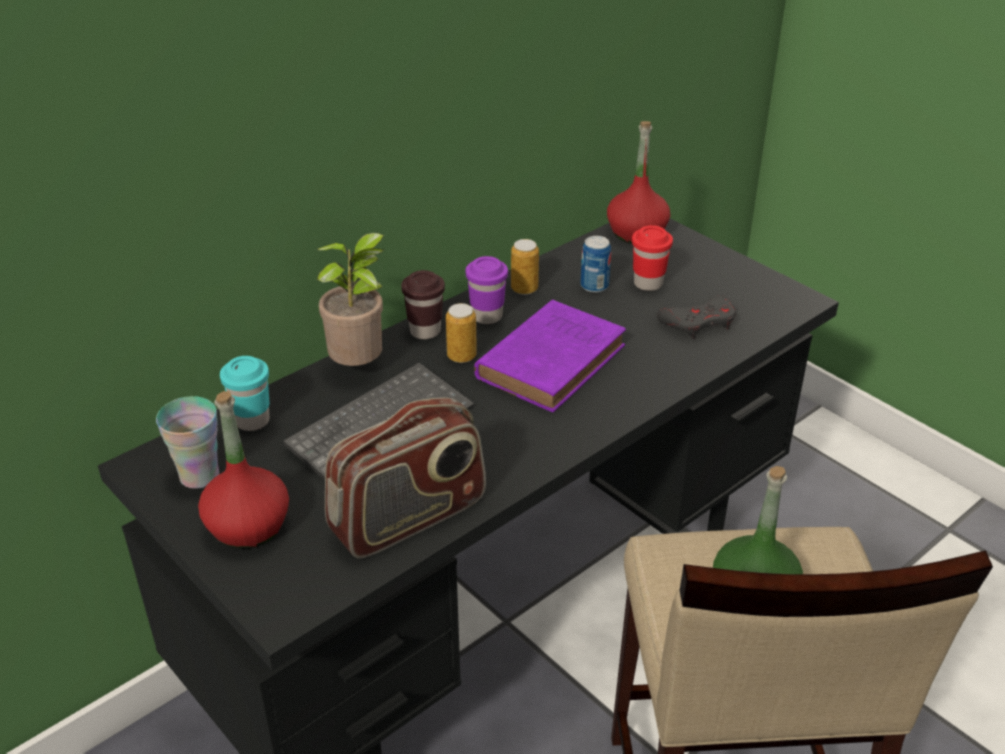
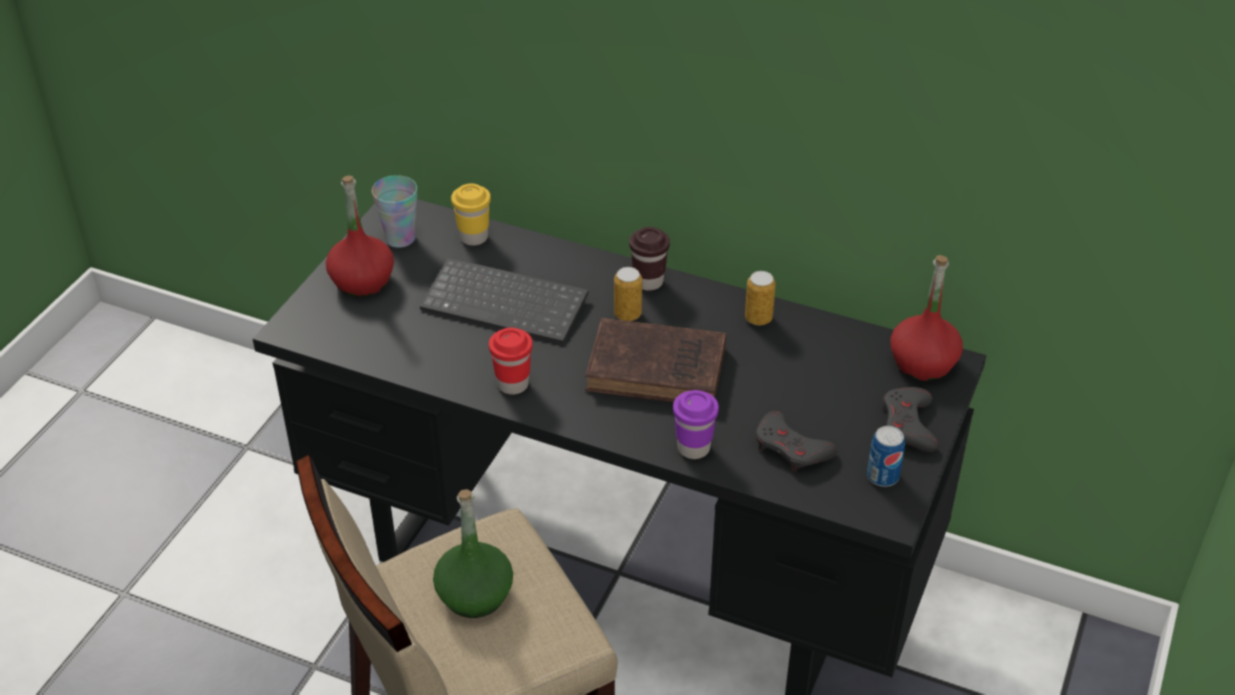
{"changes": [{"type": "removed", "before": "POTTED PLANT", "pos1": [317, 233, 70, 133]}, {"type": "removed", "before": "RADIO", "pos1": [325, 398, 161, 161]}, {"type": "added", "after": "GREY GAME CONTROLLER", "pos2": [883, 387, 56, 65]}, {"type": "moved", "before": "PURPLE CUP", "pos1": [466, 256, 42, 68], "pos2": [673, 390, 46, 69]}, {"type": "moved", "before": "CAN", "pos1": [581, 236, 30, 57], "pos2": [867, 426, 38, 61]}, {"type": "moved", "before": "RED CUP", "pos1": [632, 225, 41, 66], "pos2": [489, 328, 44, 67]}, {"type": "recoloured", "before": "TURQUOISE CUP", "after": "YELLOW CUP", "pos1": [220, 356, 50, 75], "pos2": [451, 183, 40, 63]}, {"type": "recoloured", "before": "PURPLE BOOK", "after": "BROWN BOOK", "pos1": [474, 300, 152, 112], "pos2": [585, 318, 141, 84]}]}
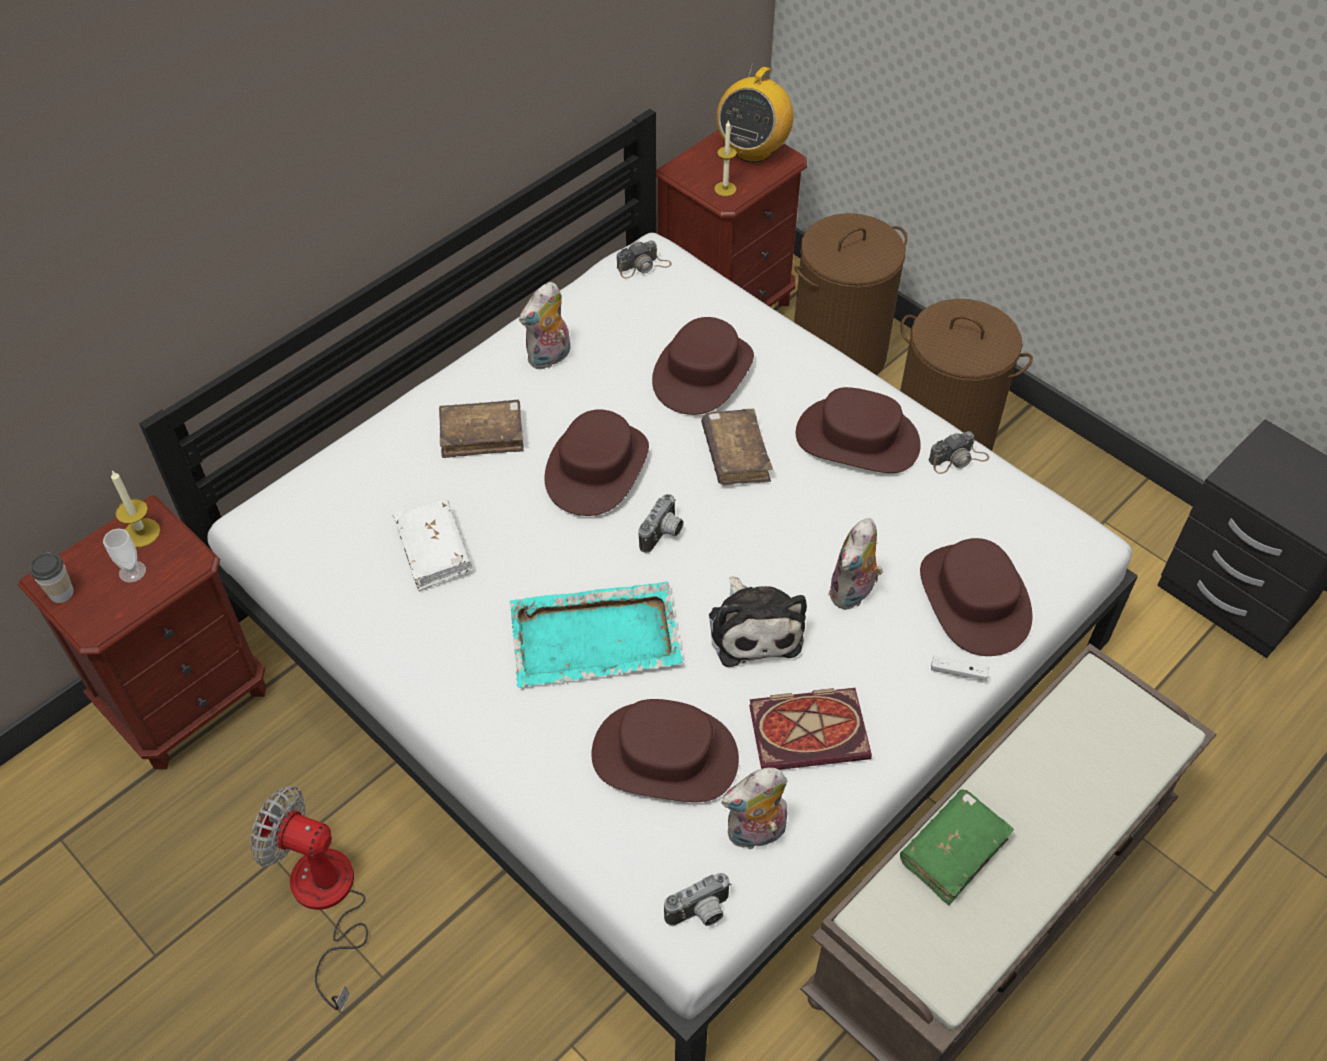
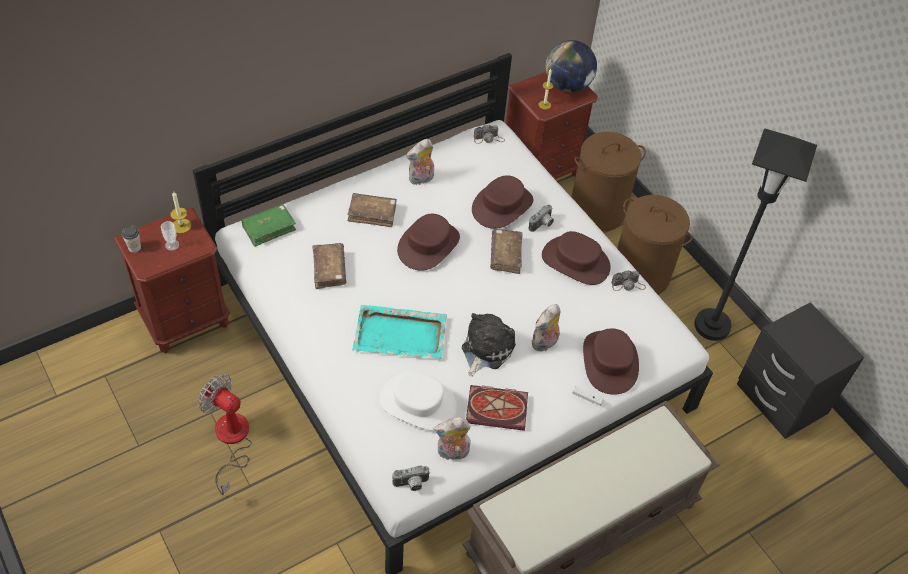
{"changes": [{"type": "added", "after": "BLACK FLOOR LAMP", "pos2": [695, 128, 122, 213]}, {"type": "moved", "before": "PHOTO CAMERA", "pos1": [638, 494, 45, 59], "pos2": [529, 204, 25, 28]}, {"type": "moved", "before": "GREEN BOOK", "pos1": [900, 789, 114, 116], "pos2": [242, 204, 54, 43]}, {"type": "replaced", "before": "RADIO", "after": "GLOBE", "pos1": [717, 63, 77, 100], "pos2": [546, 40, 51, 52]}, {"type": "recoloured", "before": "WHITE BOOK", "after": "BROWN BOOK", "pos1": [393, 498, 79, 93], "pos2": [312, 243, 34, 46]}, {"type": "recoloured", "before": "BROWN HAT", "after": "WHITE HAT", "pos1": [591, 699, 148, 103], "pos2": [379, 371, 78, 60]}, {"type": "turned", "before": "PLUSH TOY", "pos1": [709, 576, 98, 91], "pos2": [462, 313, 54, 64], "turn": -150}]}
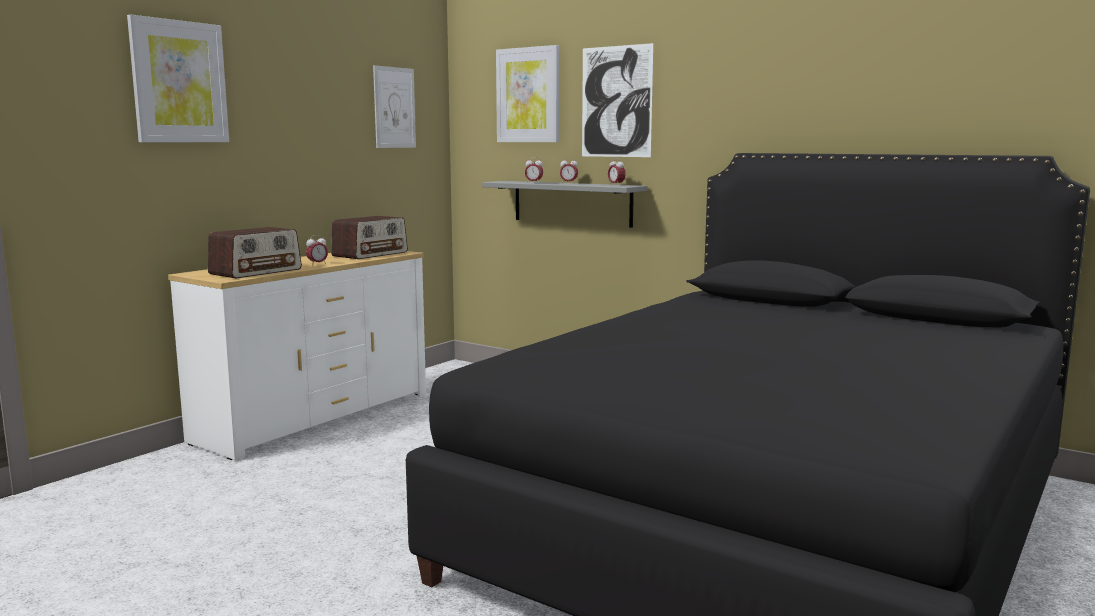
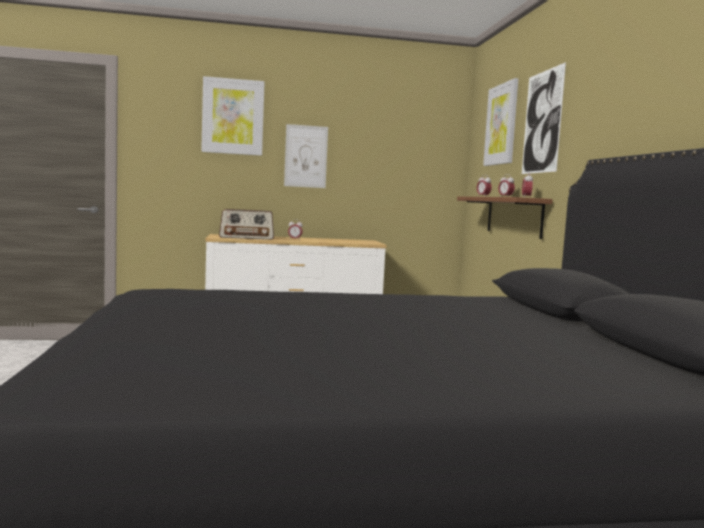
{"changes": [{"type": "removed", "before": "RADIO", "pos1": [331, 216, 77, 43]}, {"type": "moved", "before": "PICTURE", "pos1": [373, 65, 43, 83], "pos2": [284, 124, 44, 64]}, {"type": "recoloured", "before": "GREY SHELF", "after": "BROWN SHELF", "pos1": [482, 181, 165, 47], "pos2": [457, 197, 96, 42]}]}
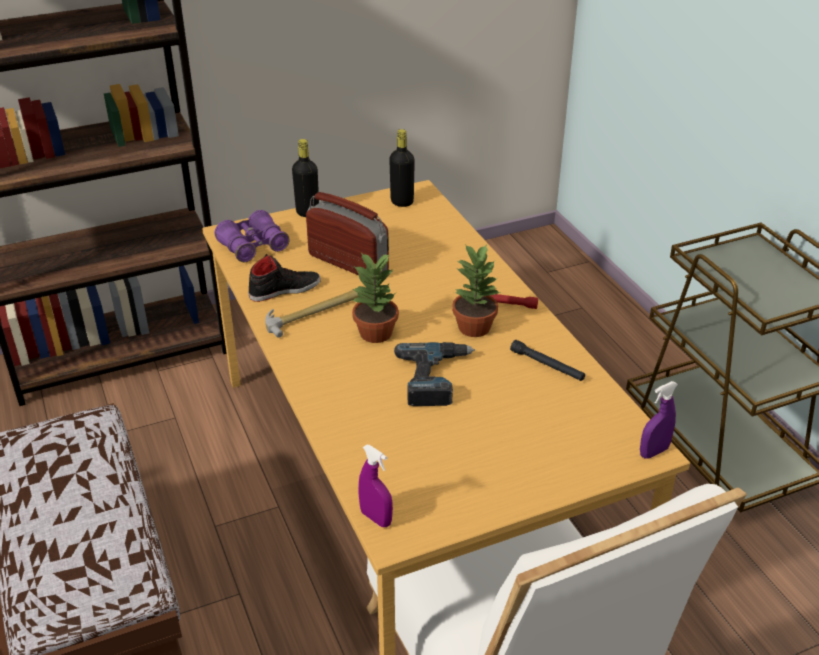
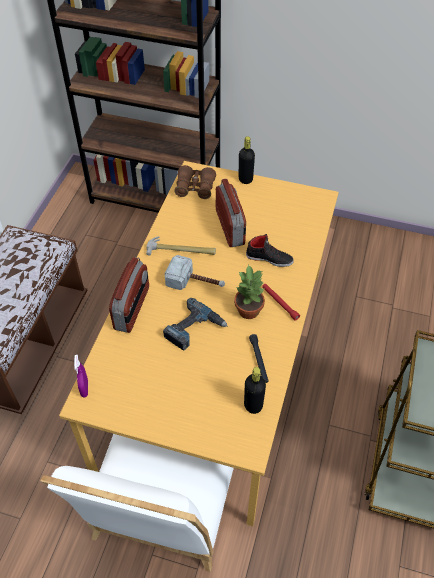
{"changes": [{"type": "removed", "before": "PURPLE SPRAY BOTTLE", "pos1": [640, 381, 38, 78]}, {"type": "added", "after": "RADIO", "pos2": [109, 257, 40, 76]}, {"type": "moved", "before": "BLACK SHOE", "pos1": [248, 254, 73, 48], "pos2": [246, 234, 47, 33]}, {"type": "moved", "before": "BLACK BOTTLE", "pos1": [389, 129, 26, 78], "pos2": [244, 367, 22, 47]}, {"type": "replaced", "before": "POTTED PLANT", "after": "HAMMER", "pos1": [351, 252, 48, 91], "pos2": [164, 255, 61, 35]}, {"type": "recoloured", "before": "PURPLE BINOCULARS", "after": "BROWN BINOCULARS", "pos1": [215, 210, 75, 52], "pos2": [174, 165, 42, 34]}]}
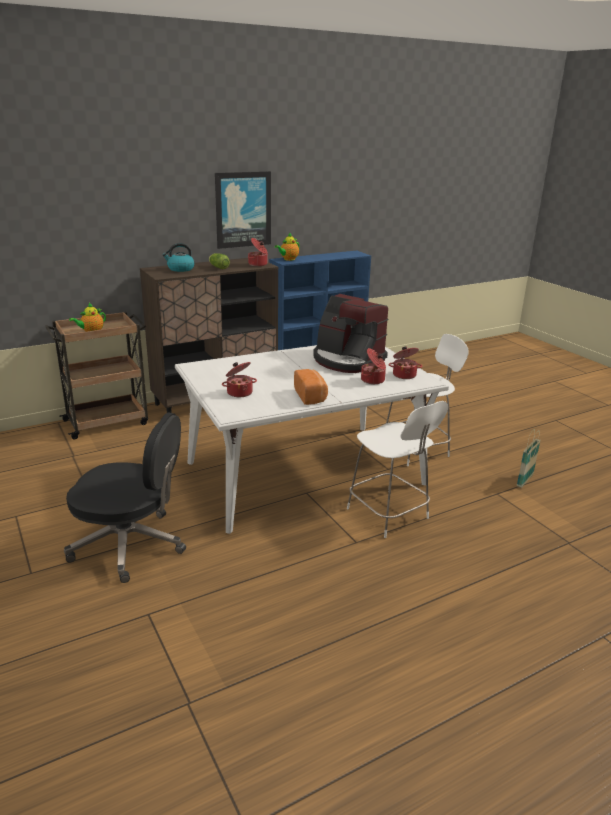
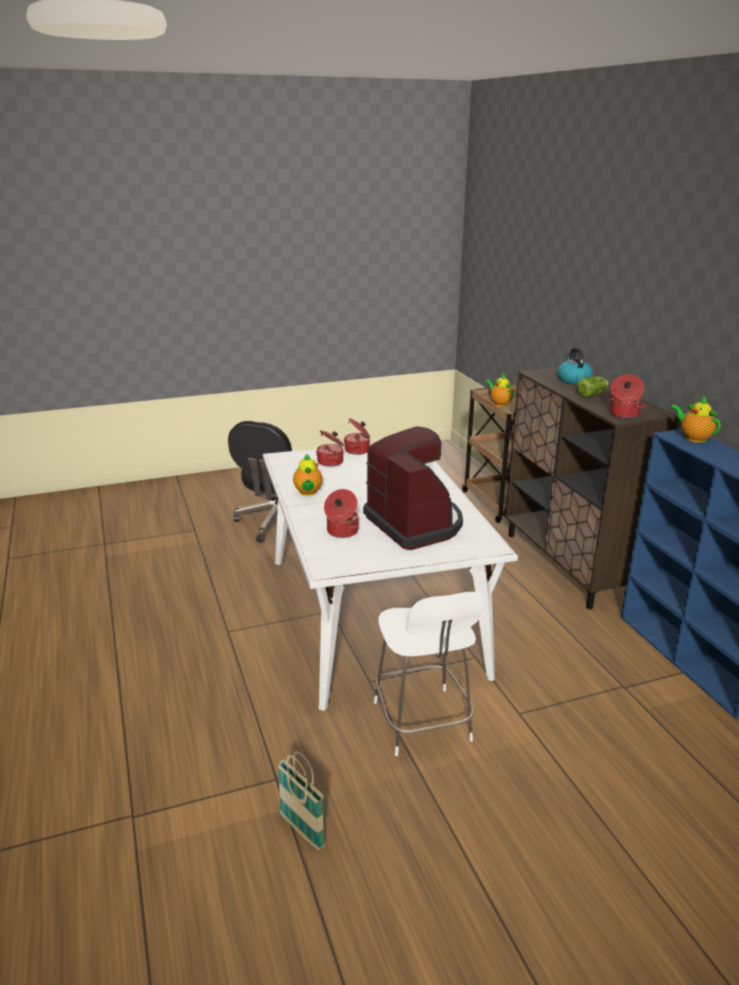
{"changes": [{"type": "removed", "before": "PICTURE", "pos1": [215, 171, 56, 78]}, {"type": "removed", "before": "WHITE CHAIR", "pos1": [347, 401, 101, 137]}, {"type": "moved", "before": "COOKING POT", "pos1": [389, 347, 33, 32], "pos2": [344, 418, 26, 37]}, {"type": "replaced", "before": "BREAD", "after": "TEAPOT", "pos1": [294, 369, 34, 36], "pos2": [293, 454, 30, 42]}, {"type": "turned", "before": "COFFEE MACHINE", "pos1": [313, 294, 75, 79], "pos2": [363, 426, 100, 124], "turn": 105}]}
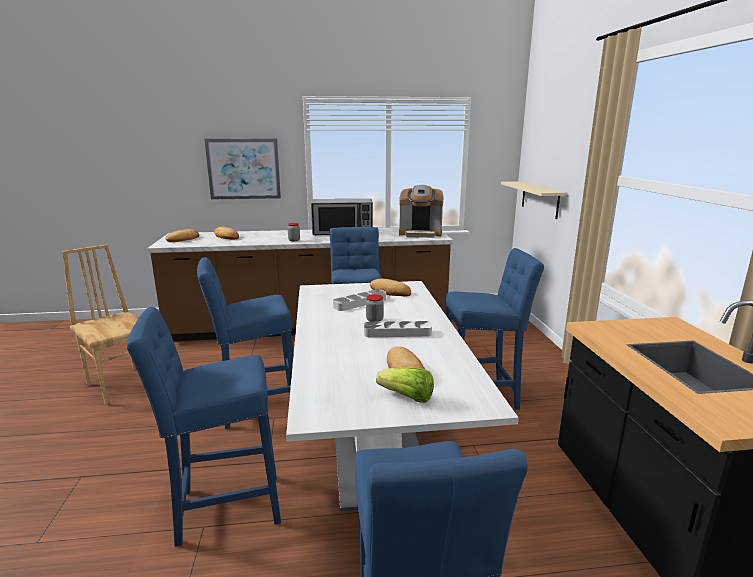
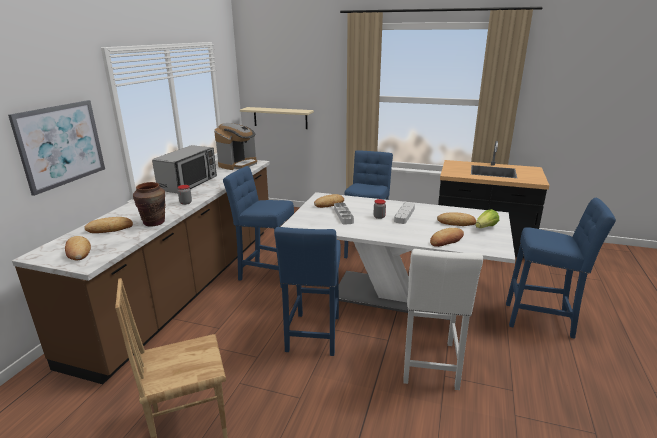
{"changes": [{"type": "added", "after": "BROWN VASE", "pos2": [133, 182, 33, 45]}, {"type": "added", "after": "BREAD", "pos2": [430, 228, 34, 19]}, {"type": "recoloured", "before": "BLUE STOOL", "after": "WHITE STOOL", "pos1": [127, 307, 154, 240], "pos2": [403, 249, 80, 141]}]}
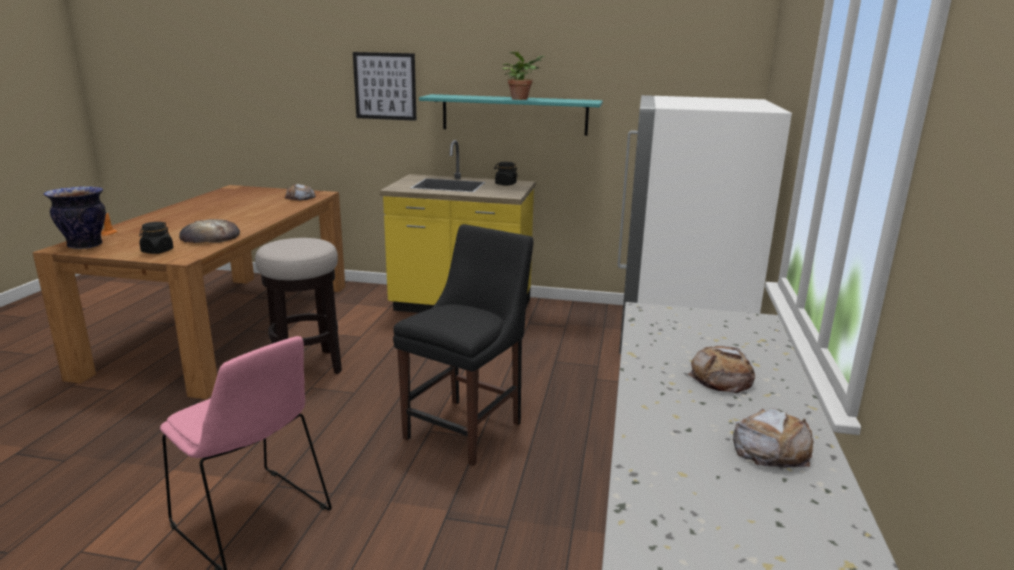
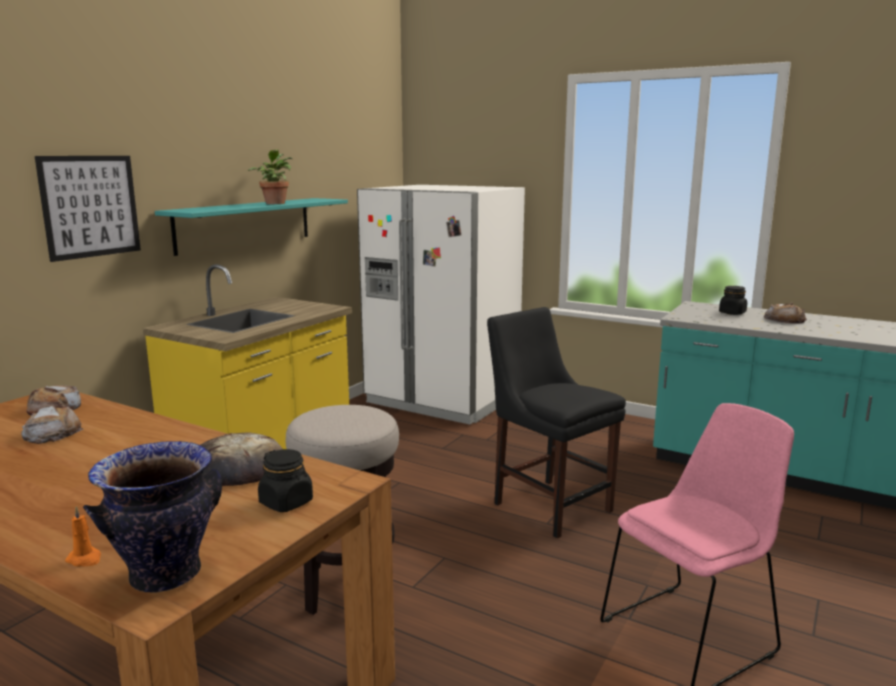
{"changes": [{"type": "moved", "before": "BLACK JAR", "pos1": [494, 162, 24, 24], "pos2": [719, 286, 28, 29]}, {"type": "moved", "before": "BREAD", "pos1": [733, 408, 81, 60], "pos2": [21, 406, 62, 38]}]}
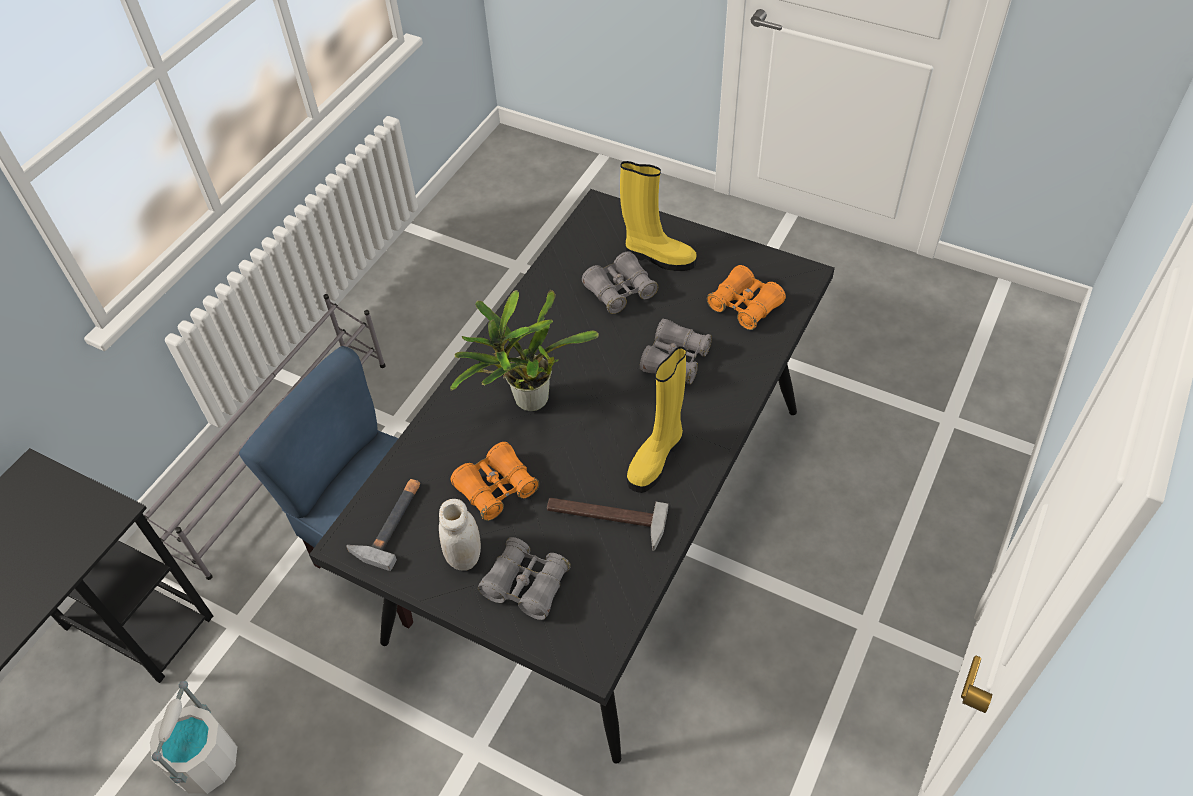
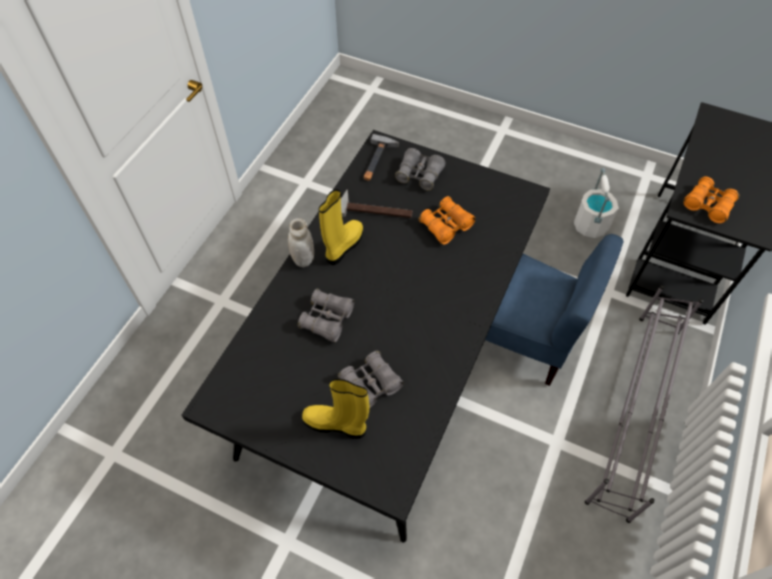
{"changes": [{"type": "removed", "before": "POTTED PLANT", "pos1": [450, 290, 149, 121]}, {"type": "moved", "before": "HAMMER", "pos1": [346, 479, 74, 92], "pos2": [364, 134, 35, 47]}, {"type": "moved", "before": "WHITE JAR", "pos1": [439, 499, 42, 72], "pos2": [288, 218, 26, 49]}, {"type": "moved", "before": "ORANGE BINOCULARS", "pos1": [707, 265, 79, 65], "pos2": [683, 177, 56, 46]}]}
